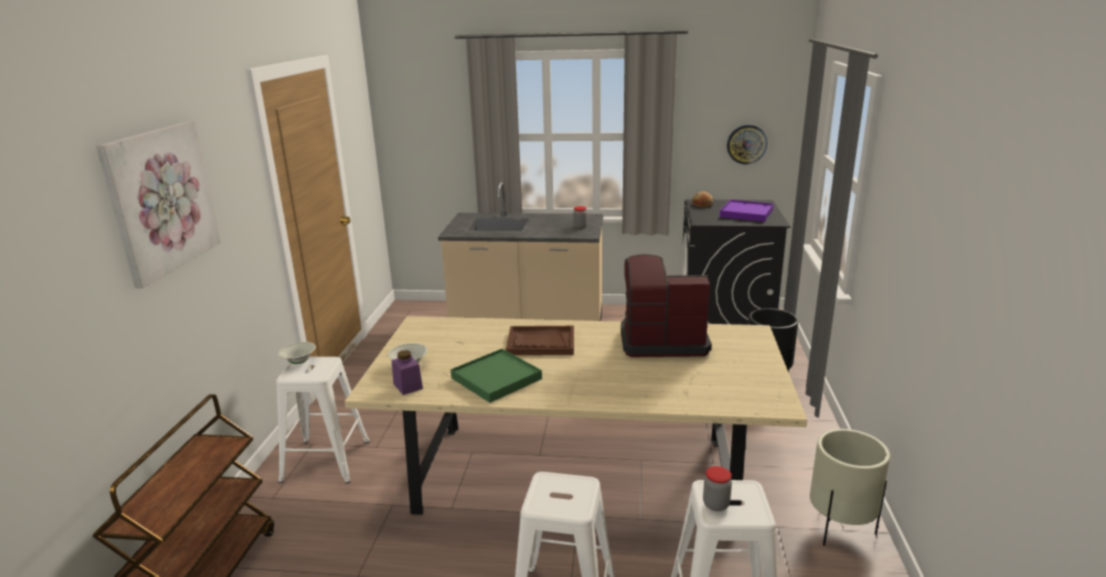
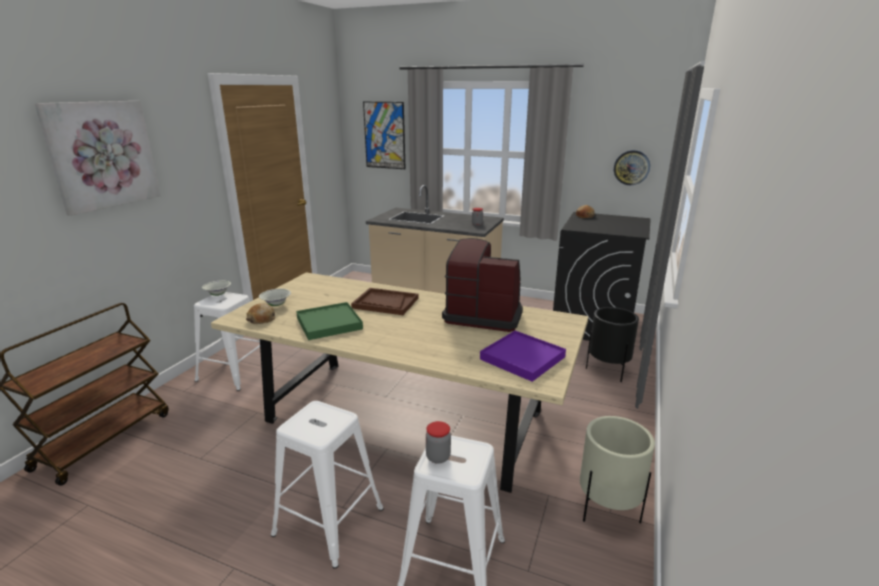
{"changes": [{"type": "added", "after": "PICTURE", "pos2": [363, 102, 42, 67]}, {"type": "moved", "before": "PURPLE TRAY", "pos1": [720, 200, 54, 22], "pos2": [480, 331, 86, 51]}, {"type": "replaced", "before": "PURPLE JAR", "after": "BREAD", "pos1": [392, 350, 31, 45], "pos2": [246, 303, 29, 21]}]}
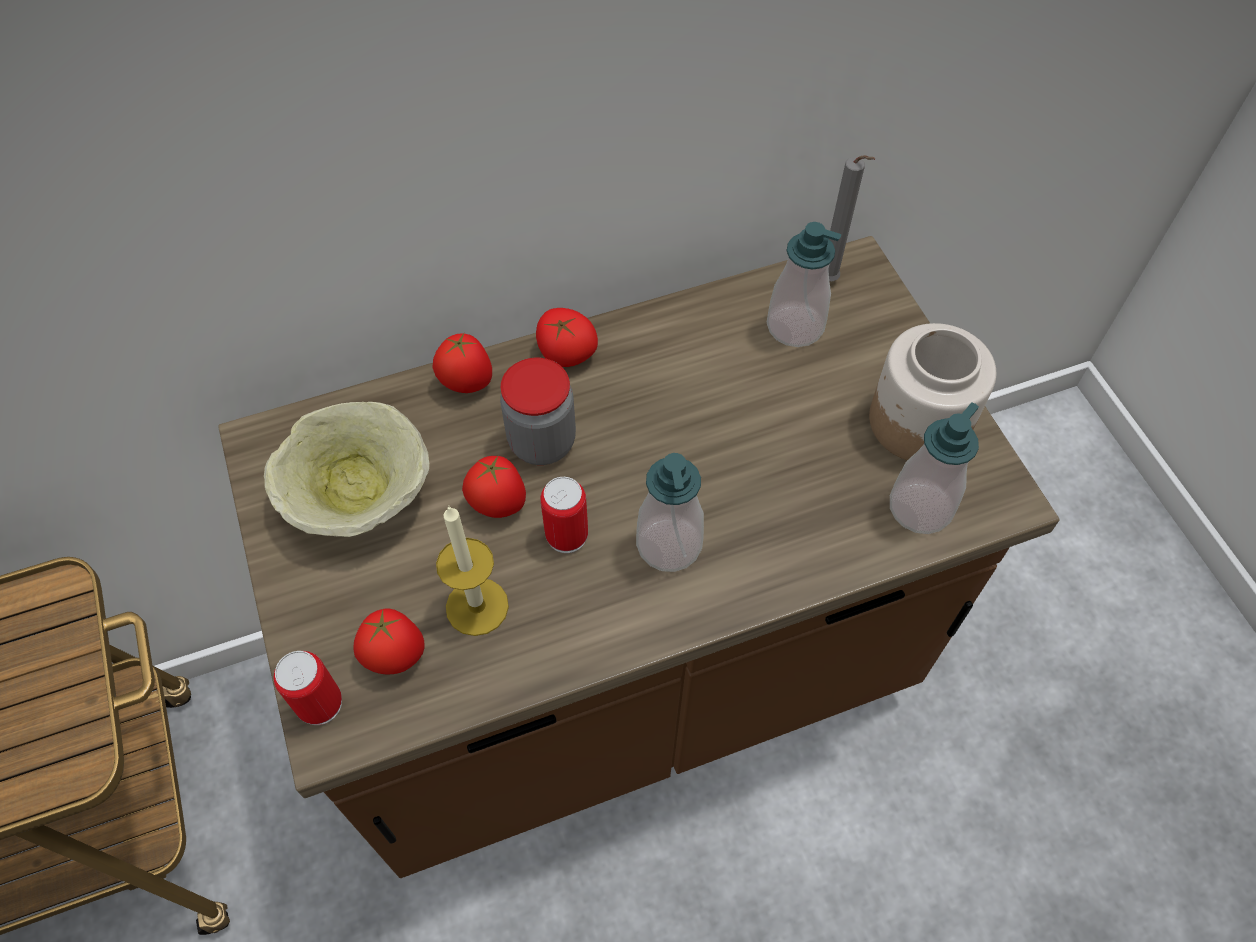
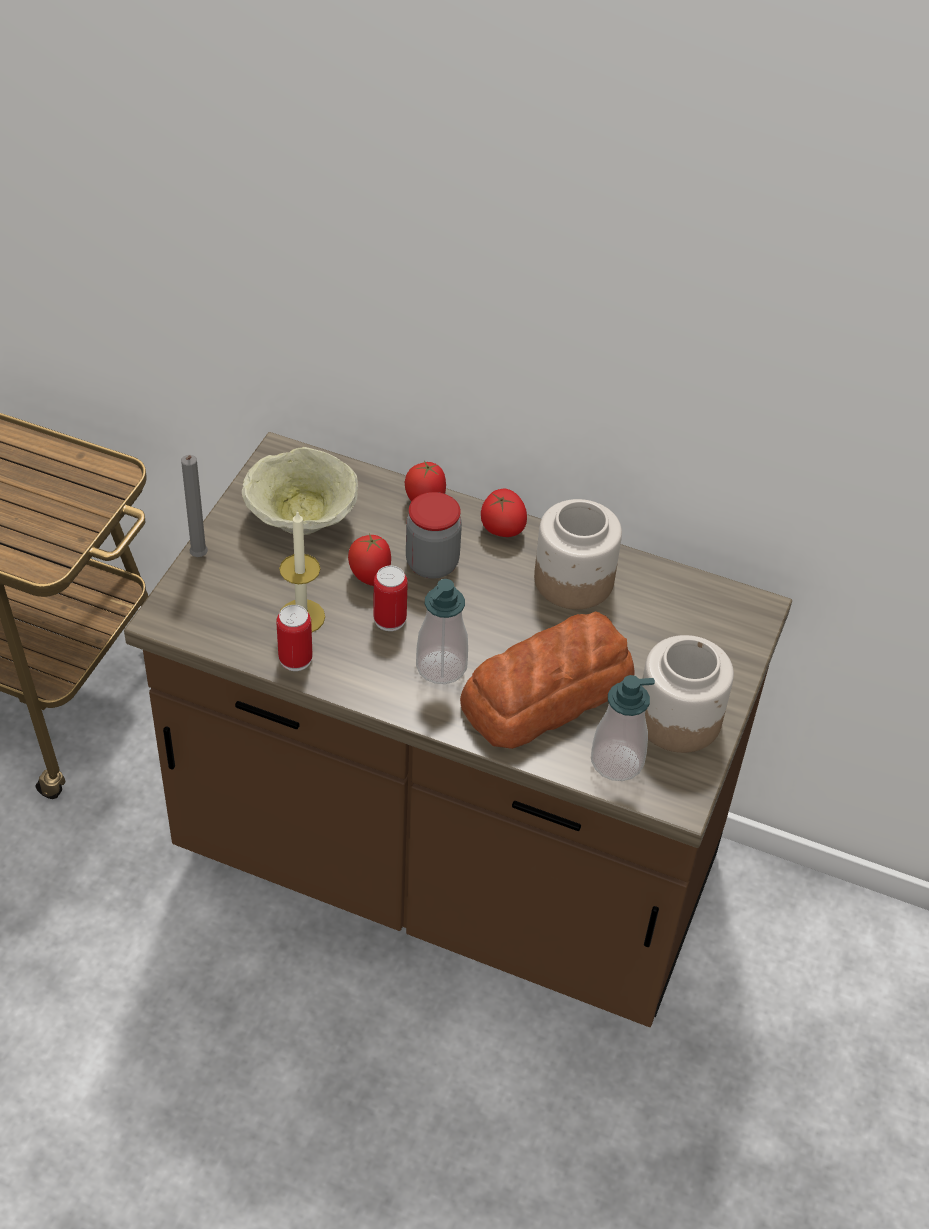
{"changes": [{"type": "removed", "before": "TOMATO", "pos1": [354, 608, 71, 66]}, {"type": "removed", "before": "SOAP DISPENSER", "pos1": [767, 222, 74, 125]}, {"type": "added", "after": "BREAD", "pos2": [460, 611, 175, 138]}, {"type": "added", "after": "JAR", "pos2": [534, 499, 88, 110]}, {"type": "moved", "before": "CAN", "pos1": [274, 651, 68, 74], "pos2": [276, 605, 36, 66]}, {"type": "moved", "before": "GREY CANDLE", "pos1": [828, 155, 47, 126], "pos2": [181, 455, 27, 102]}]}
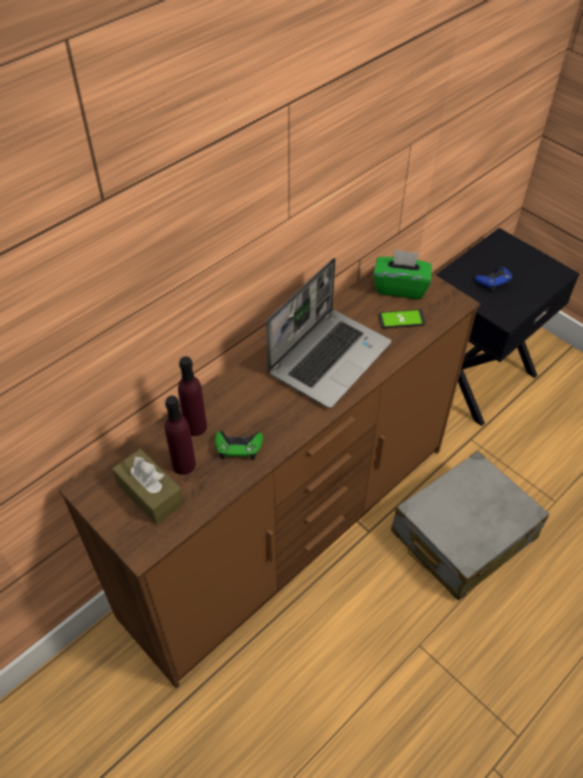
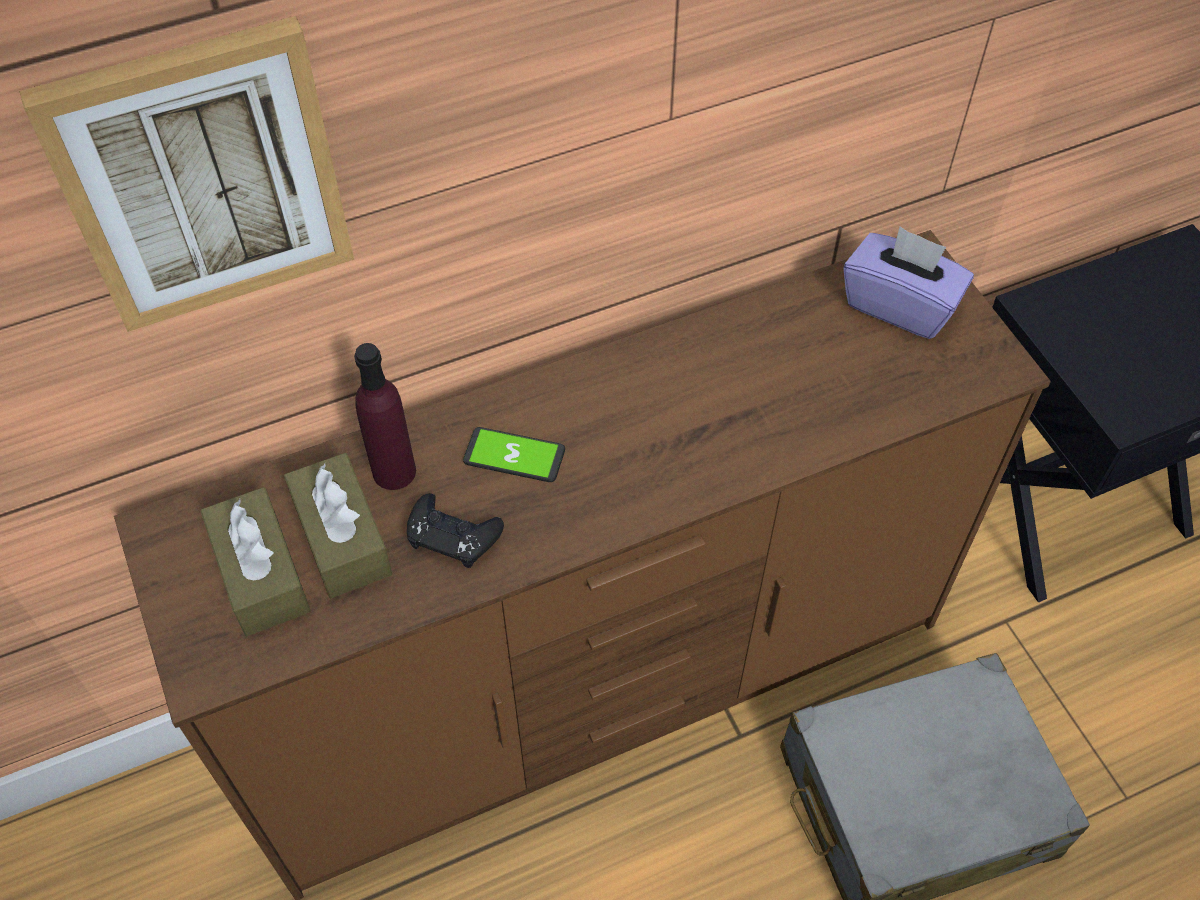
{"changes": [{"type": "removed", "before": "LAPTOP", "pos1": [266, 258, 125, 150]}, {"type": "removed", "before": "BLUE GAME CONTROLLER", "pos1": [475, 267, 37, 24]}, {"type": "added", "after": "PICTURE", "pos2": [19, 16, 335, 316]}, {"type": "moved", "before": "PHONE", "pos1": [378, 309, 48, 19], "pos2": [463, 427, 102, 55]}, {"type": "replaced", "before": "PURPLE BOTTLE", "after": "BROWN TISSUE BOX", "pos1": [165, 396, 31, 79], "pos2": [284, 453, 109, 145]}, {"type": "recoloured", "before": "GREEN GAME CONTROLLER", "after": "BLACK GAME CONTROLLER", "pos1": [215, 431, 48, 29], "pos2": [407, 493, 97, 75]}, {"type": "recoloured", "before": "GREEN TISSUE BOX", "after": "PURPLE TISSUE BOX", "pos1": [373, 249, 59, 50], "pos2": [843, 226, 131, 113]}]}
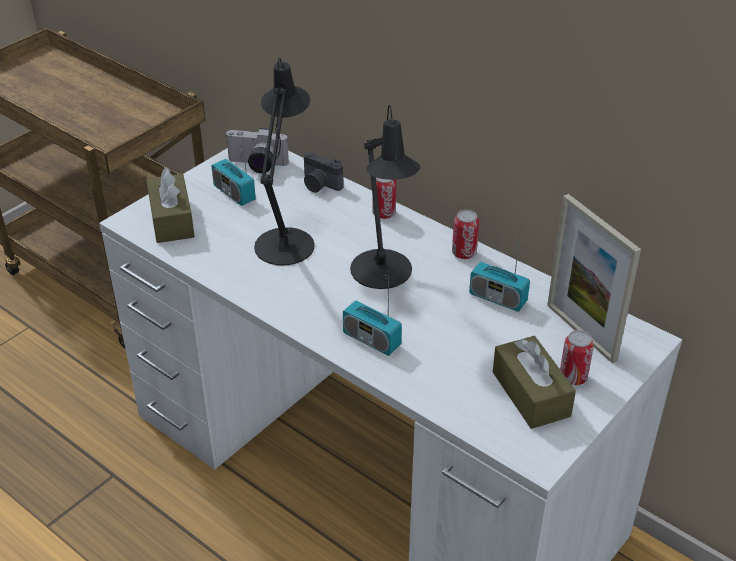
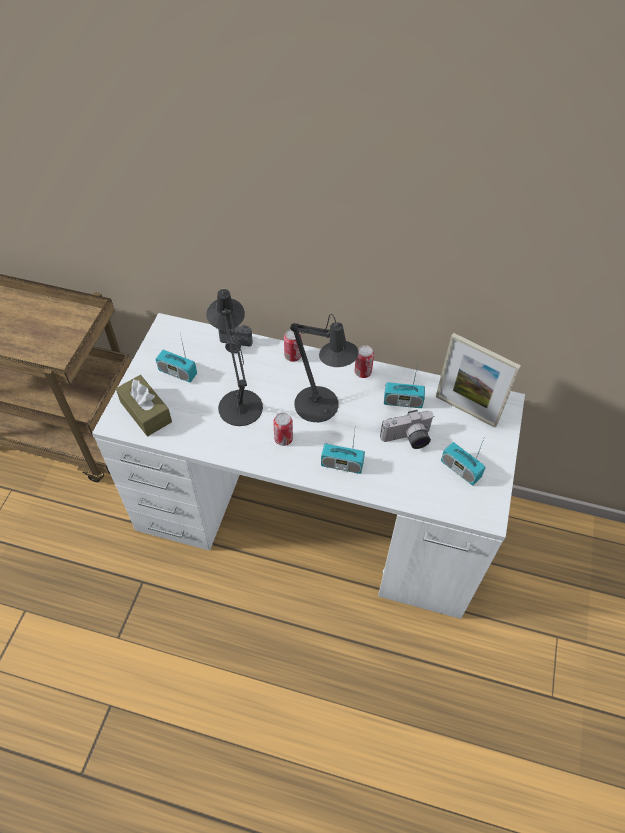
{"changes": [{"type": "moved", "before": "PHOTO CAMERA", "pos1": [226, 128, 63, 45], "pos2": [380, 410, 54, 39]}, {"type": "moved", "before": "CAN", "pos1": [560, 330, 34, 55], "pos2": [273, 413, 20, 33]}, {"type": "replaced", "before": "BROWN TISSUE BOX", "after": "RADIO", "pos1": [493, 336, 83, 93], "pos2": [441, 439, 45, 46]}]}
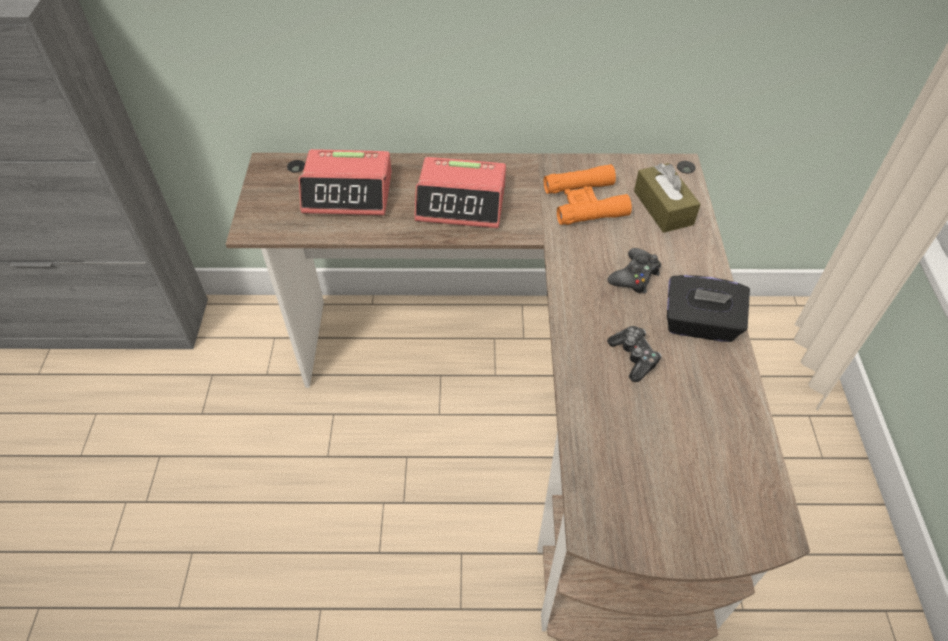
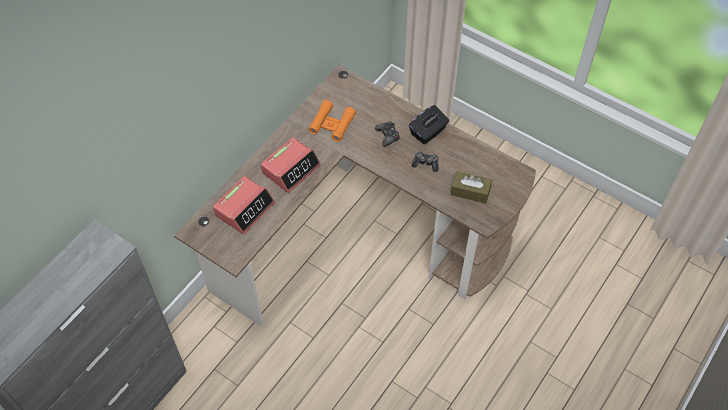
{"changes": [{"type": "moved", "before": "BROWN TISSUE BOX", "pos1": [634, 163, 67, 70], "pos2": [451, 171, 41, 32]}]}
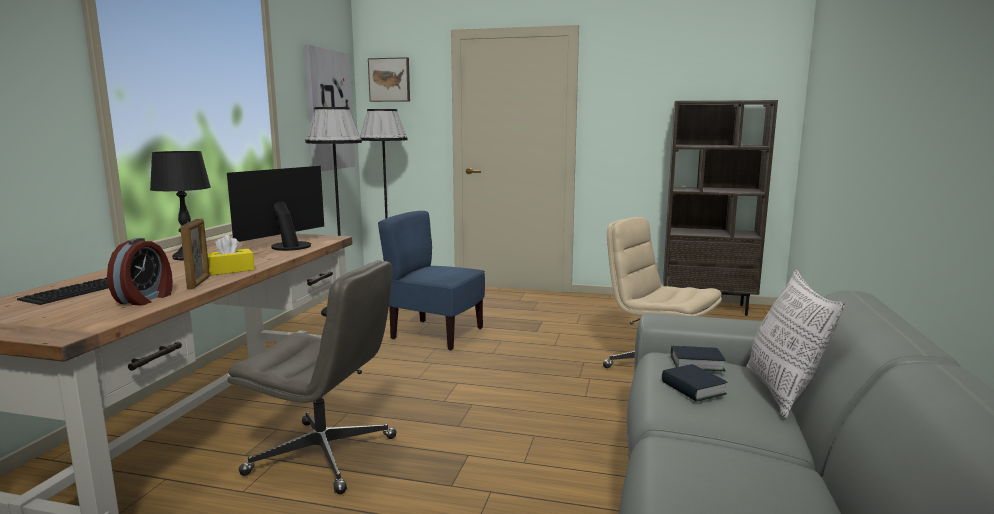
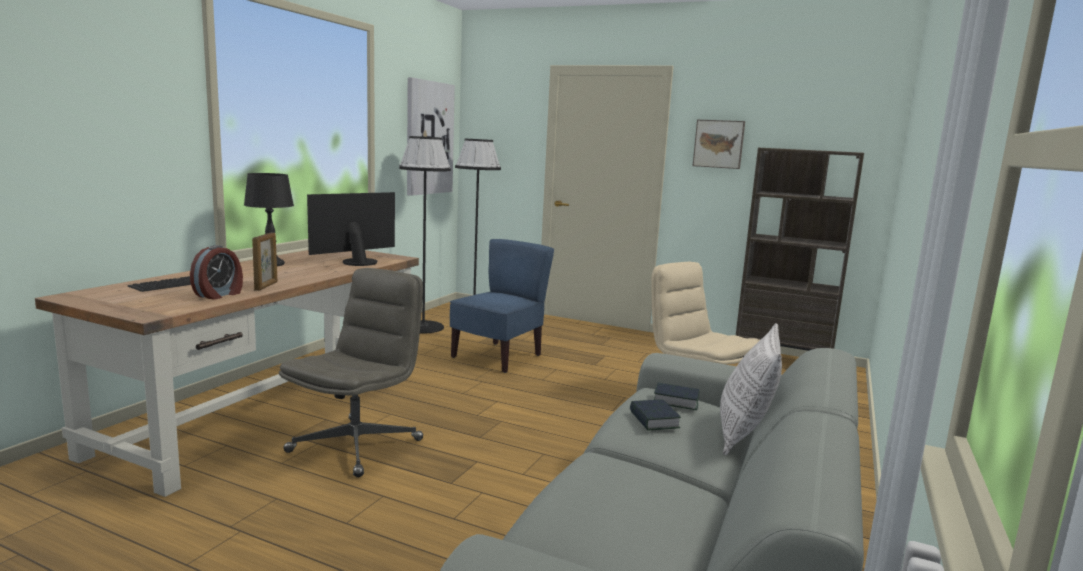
{"changes": [{"type": "removed", "before": "YELLOW TISSUE BOX", "pos1": [207, 235, 48, 41]}, {"type": "moved", "before": "PICTURE", "pos1": [368, 57, 42, 45], "pos2": [693, 120, 52, 49]}, {"type": "turned", "before": "GREY OFFICE CHAIR", "pos1": [228, 260, 169, 234], "pos2": [279, 268, 144, 209], "turn": -90}, {"type": "turned", "before": "BLUE CHAIR", "pos1": [378, 211, 107, 139], "pos2": [450, 239, 104, 134], "turn": 90}]}
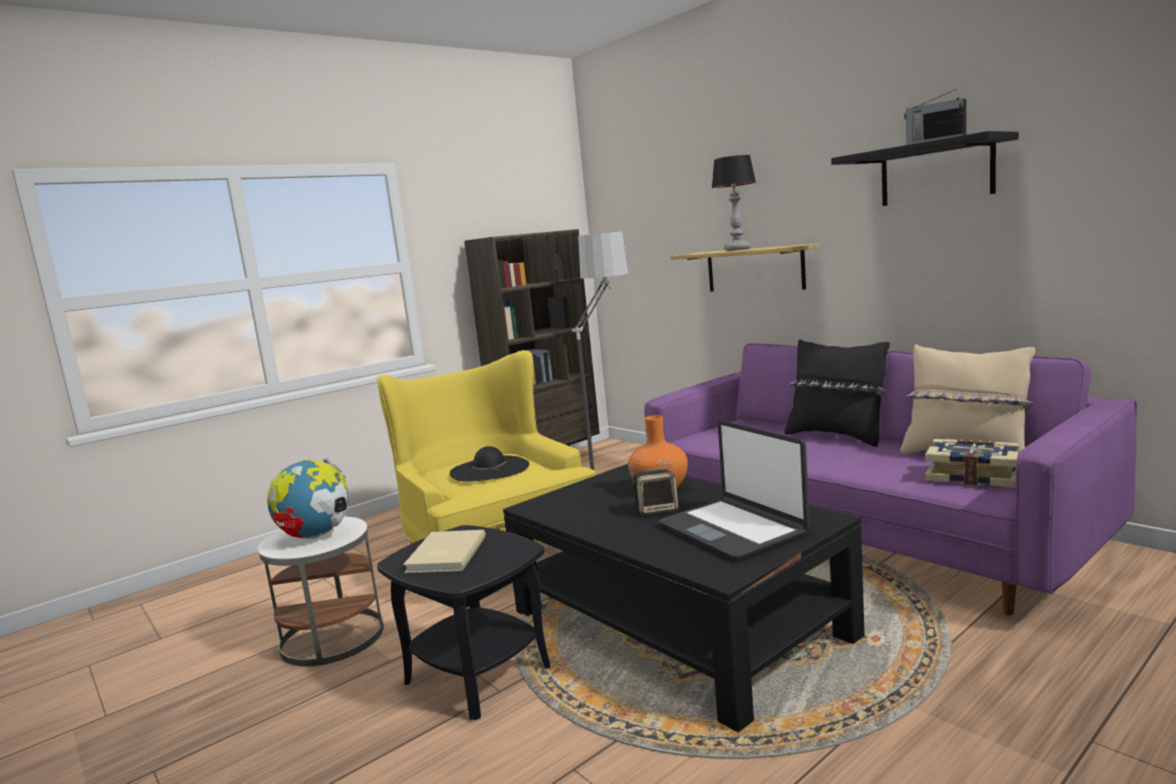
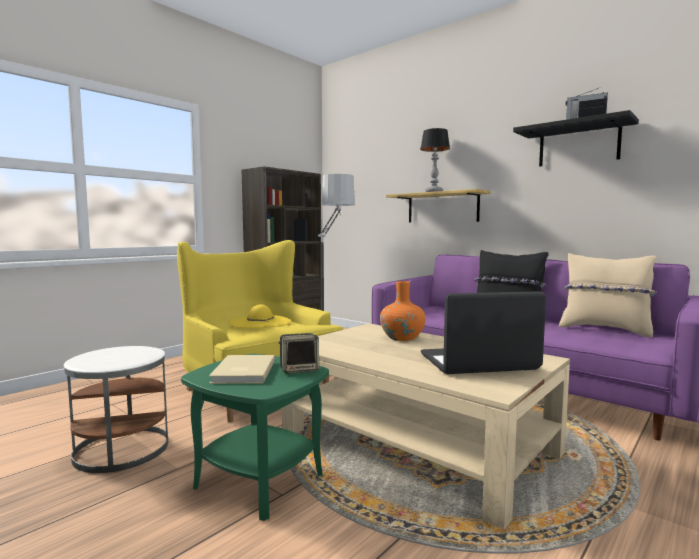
{"changes": [{"type": "removed", "before": "GLOBE", "pos1": [267, 458, 81, 81]}, {"type": "removed", "before": "BOOK", "pos1": [925, 439, 95, 49]}, {"type": "moved", "before": "SPEAKER", "pos1": [632, 470, 46, 45], "pos2": [279, 333, 40, 41]}, {"type": "recoloured", "before": "BLACK SIDE TABLE", "after": "GREEN SIDE TABLE", "pos1": [377, 525, 173, 195], "pos2": [181, 354, 148, 167]}, {"type": "recoloured", "before": "BLACK HAT", "after": "YELLOW HAT", "pos1": [450, 446, 79, 36], "pos2": [229, 304, 62, 24]}, {"type": "recoloured", "before": "BLACK COFFEE TABLE", "after": "BEIGE COFFEE TABLE", "pos1": [503, 464, 362, 268], "pos2": [282, 323, 288, 207]}, {"type": "turned", "before": "LAPTOP", "pos1": [658, 420, 152, 140], "pos2": [421, 291, 125, 83], "turn": 120}]}
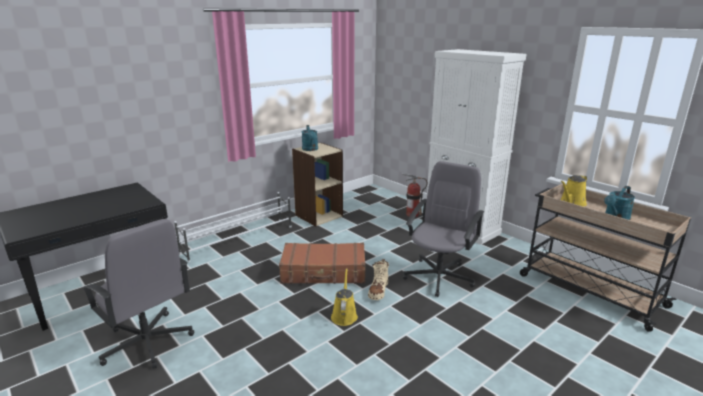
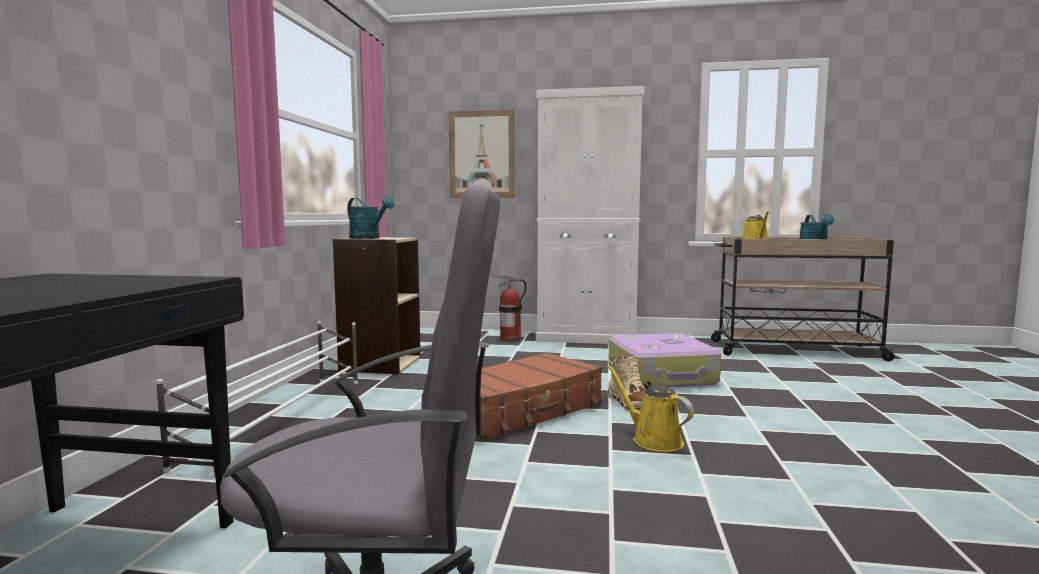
{"changes": [{"type": "added", "after": "PICTURE", "pos2": [449, 110, 66, 88]}, {"type": "replaced", "before": "GREY OFFICE CHAIR", "after": "SUITCASE", "pos1": [403, 161, 81, 136], "pos2": [608, 333, 113, 54]}]}
